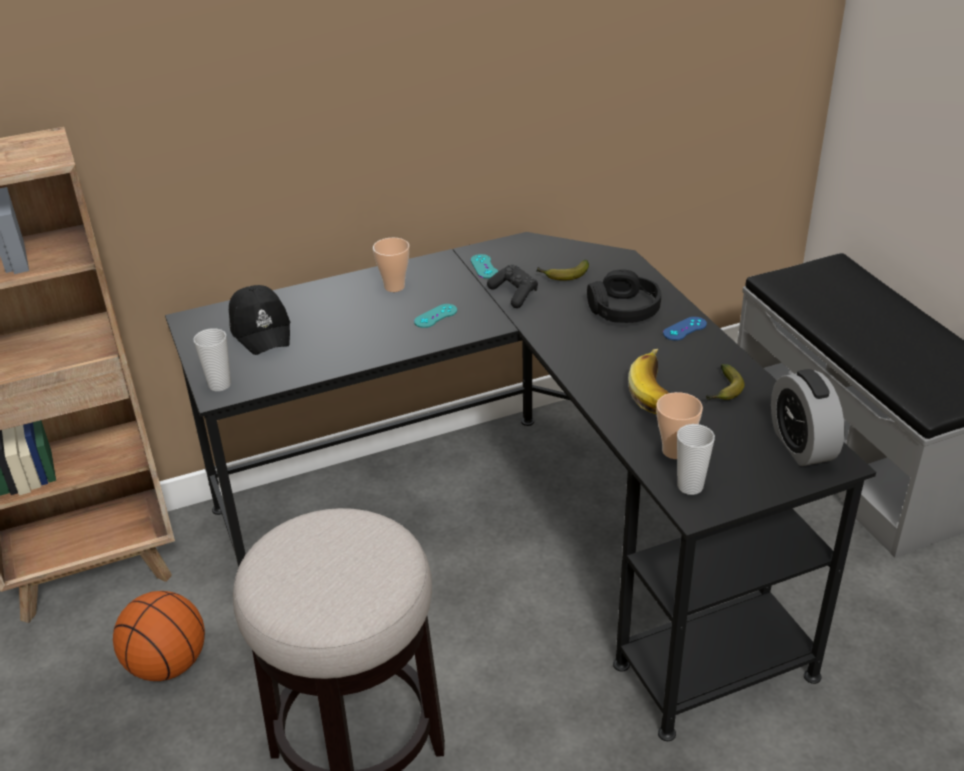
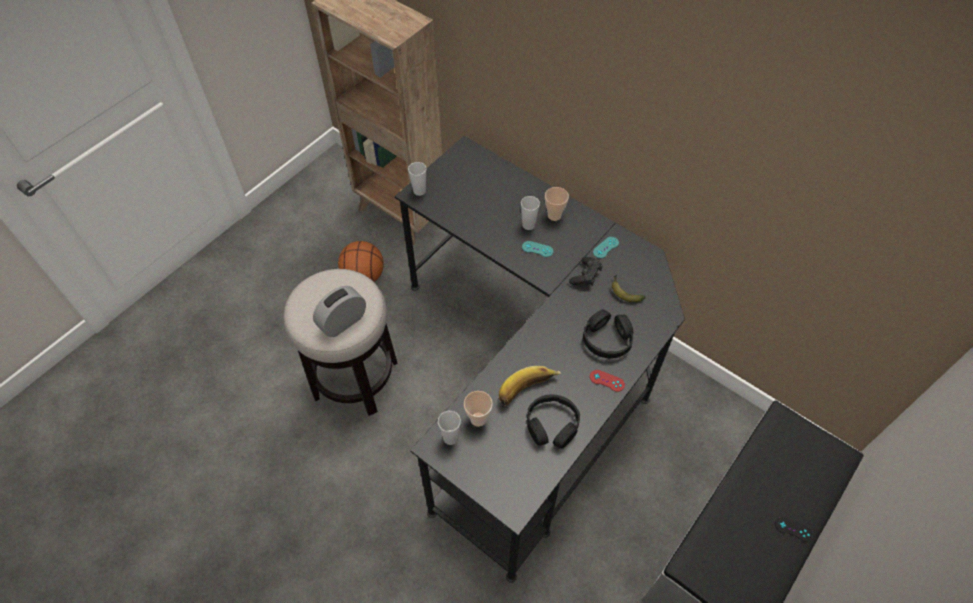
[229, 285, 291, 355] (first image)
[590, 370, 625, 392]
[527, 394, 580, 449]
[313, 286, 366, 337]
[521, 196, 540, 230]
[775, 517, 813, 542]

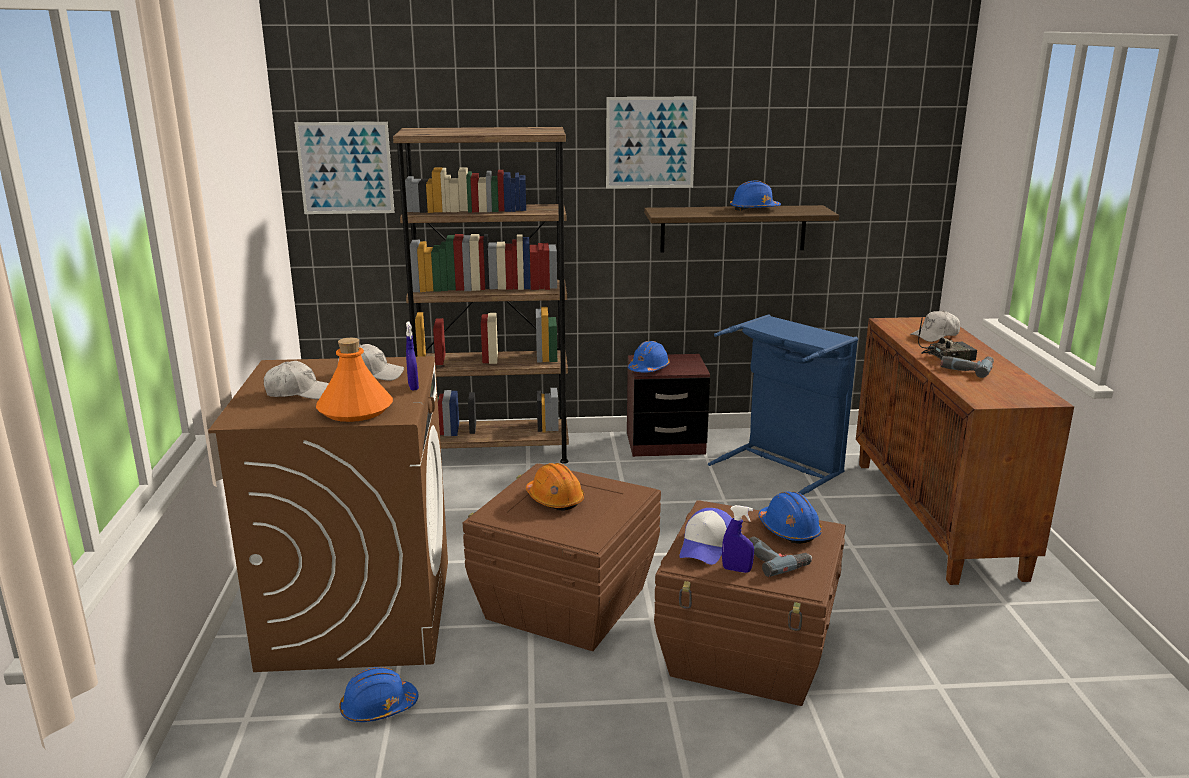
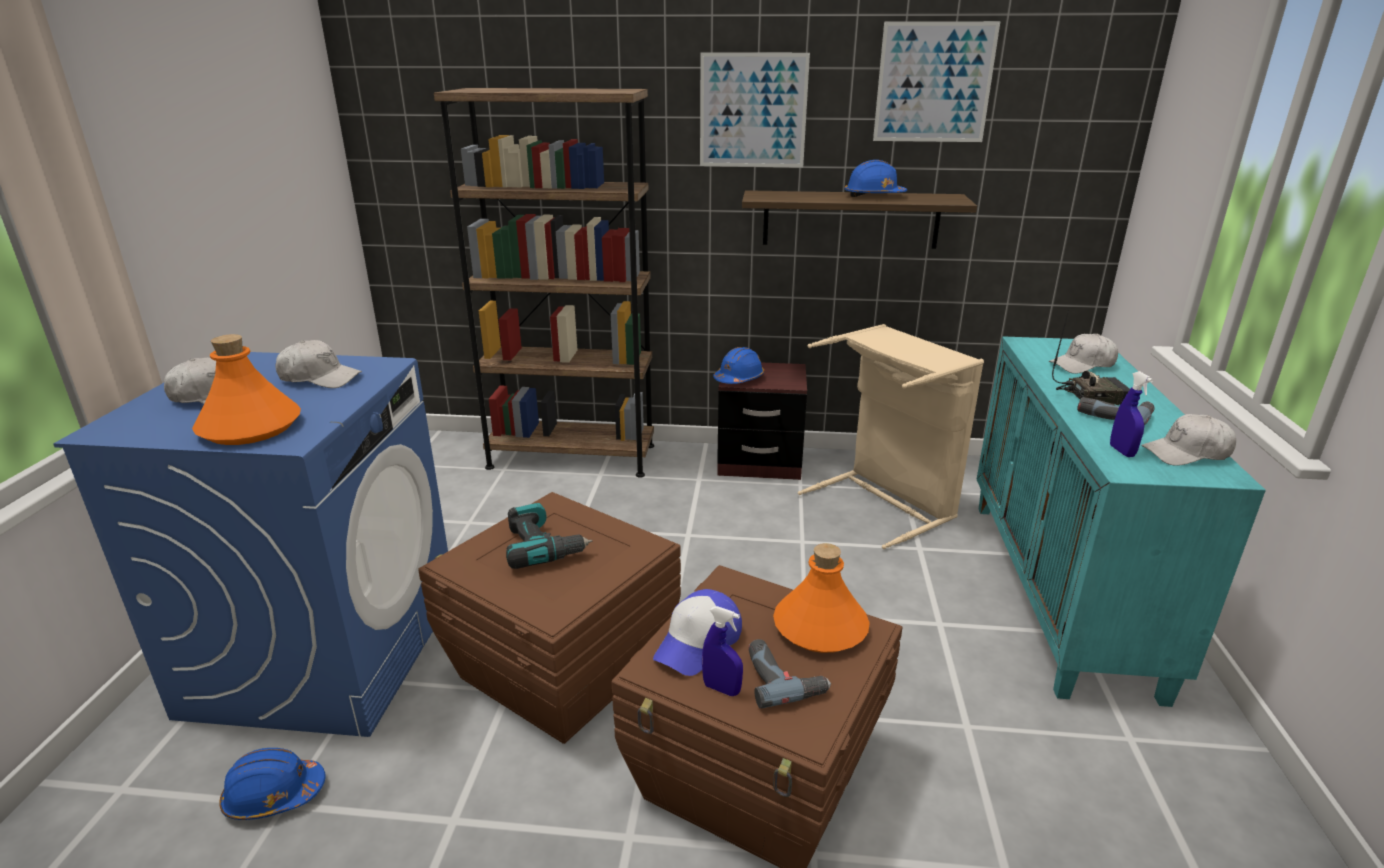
[53, 352, 448, 737]
[873, 21, 1000, 142]
[1110, 371, 1153, 457]
[506, 503, 592, 569]
[798, 324, 984, 549]
[773, 543, 870, 653]
[976, 336, 1266, 707]
[1141, 414, 1236, 466]

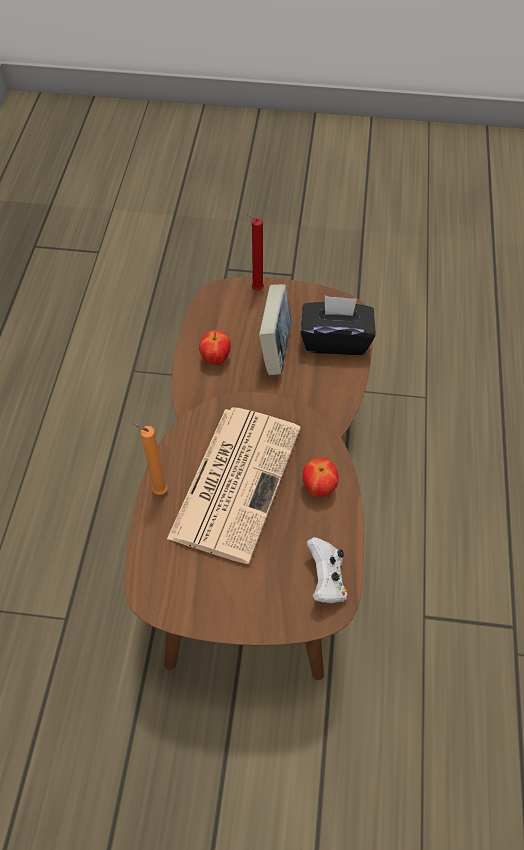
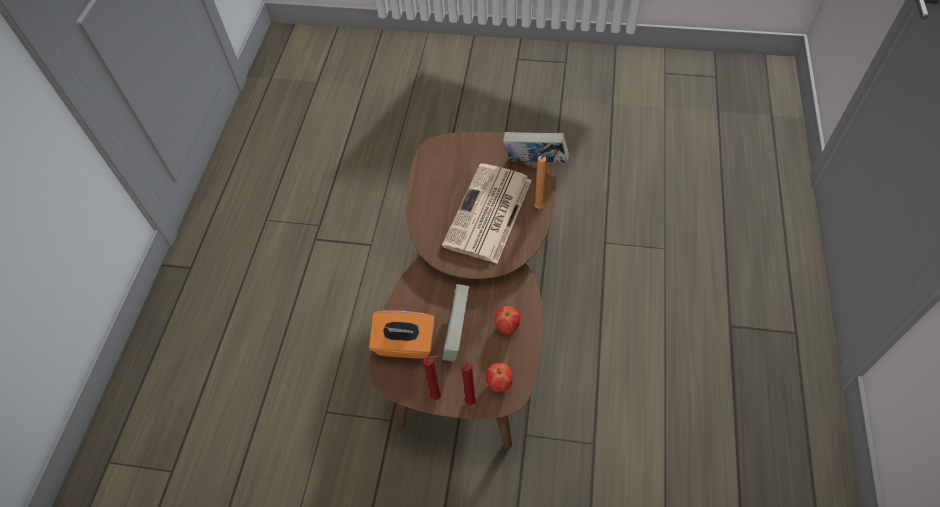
[369, 311, 435, 359]
[486, 363, 513, 392]
[306, 537, 347, 603] (first image)
[423, 356, 441, 400]
[503, 132, 569, 163]

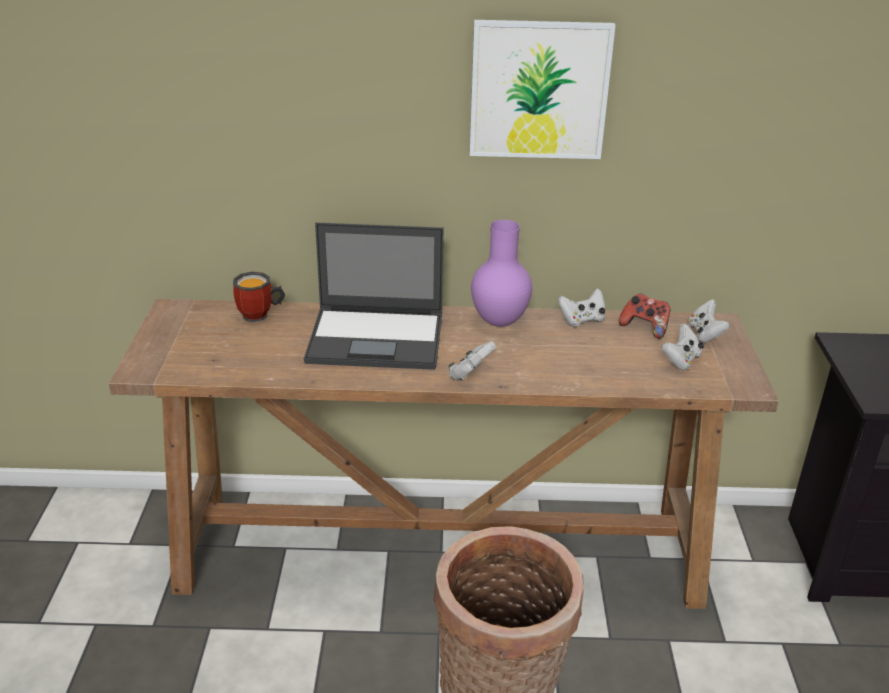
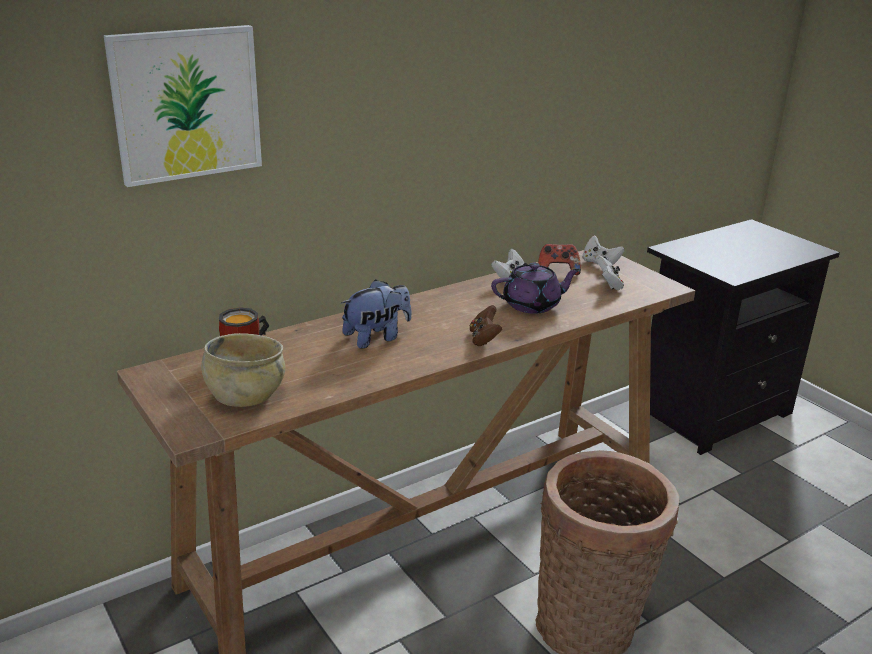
[341, 279, 411, 349]
[470, 305, 502, 346]
[104, 25, 262, 187]
[471, 220, 532, 327] (first image)
[201, 333, 285, 407]
[491, 263, 581, 314]

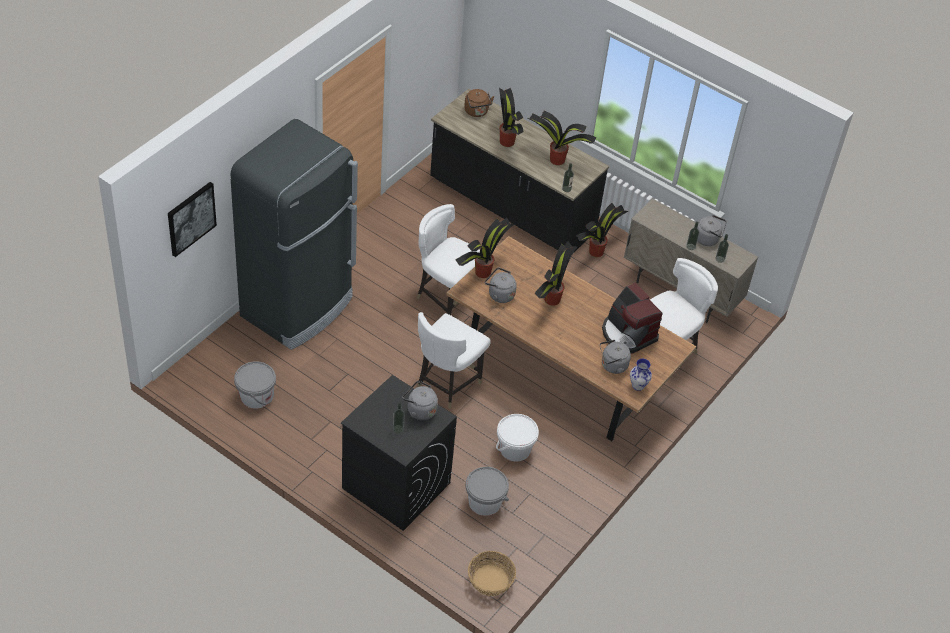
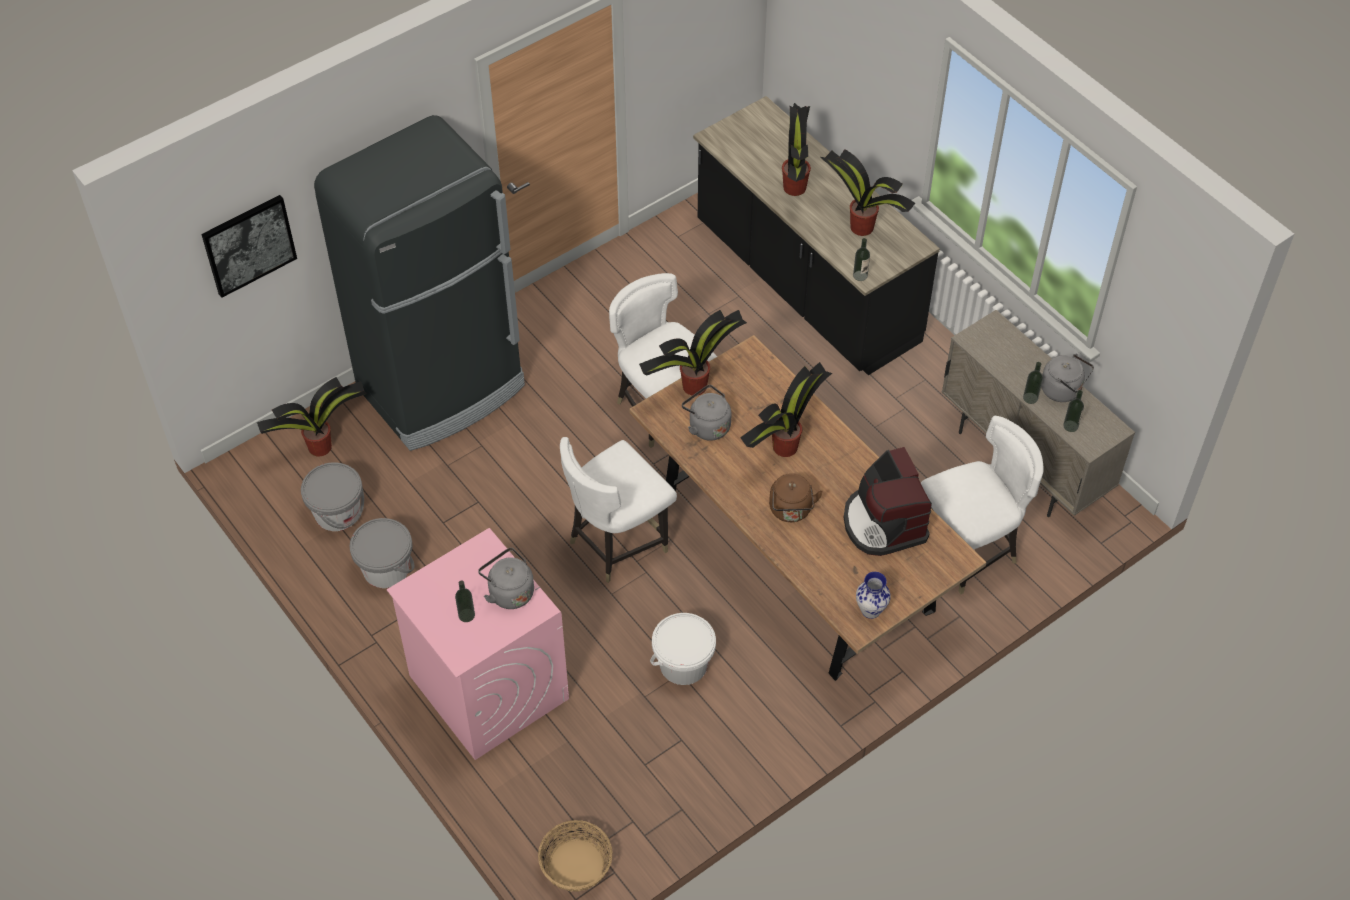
[387, 528, 569, 760]
[769, 473, 823, 522]
[350, 518, 415, 588]
[257, 377, 366, 457]
[600, 340, 631, 374] (first image)

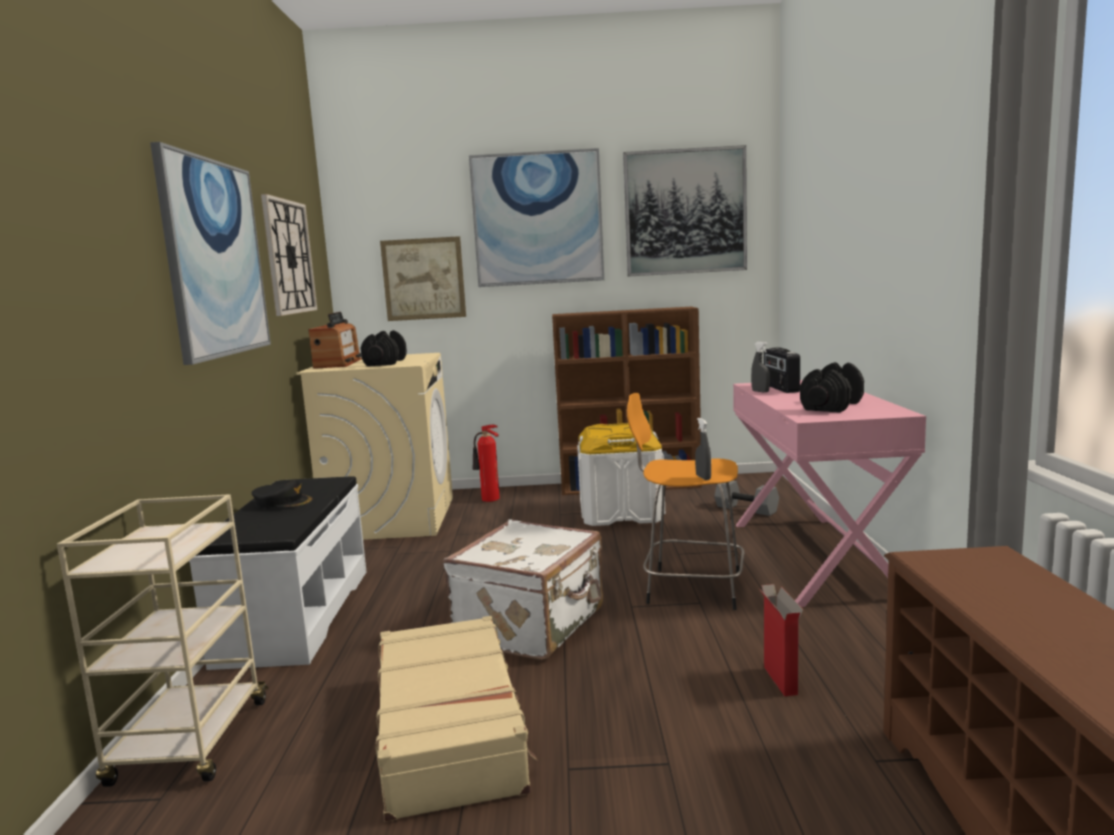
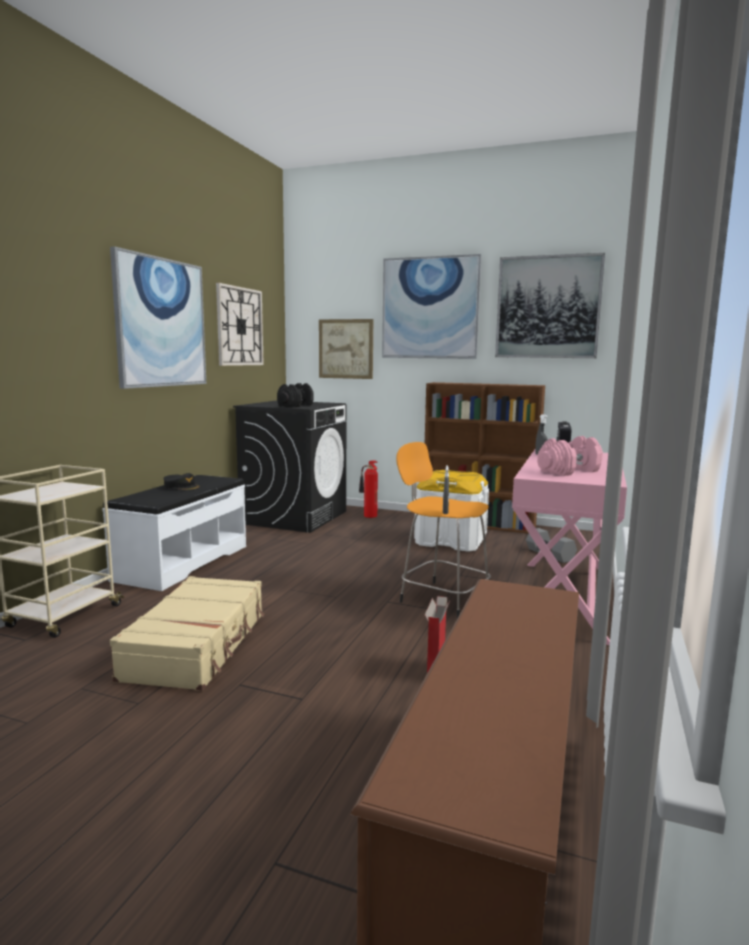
[233, 400, 347, 533]
[308, 312, 362, 369] (first image)
[443, 520, 603, 660] (first image)
[537, 436, 603, 476]

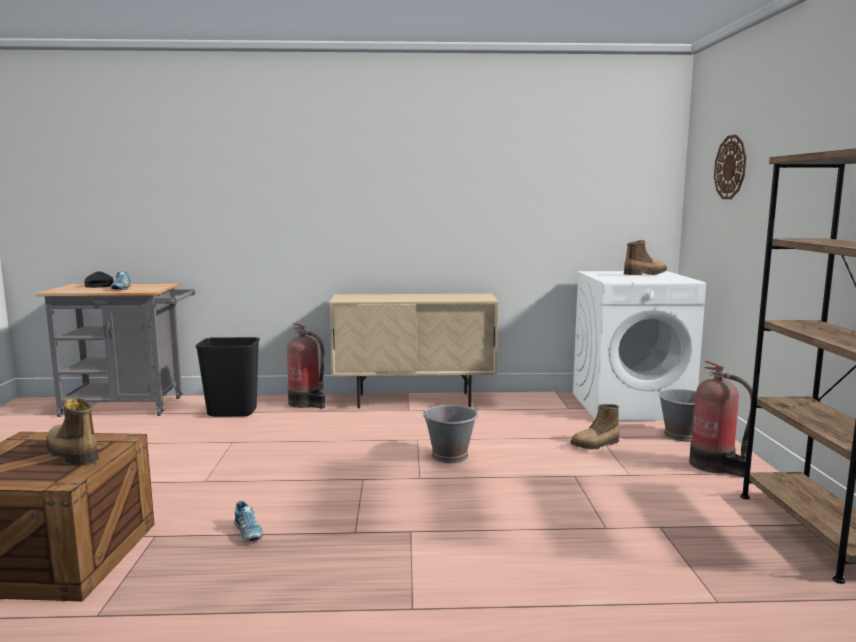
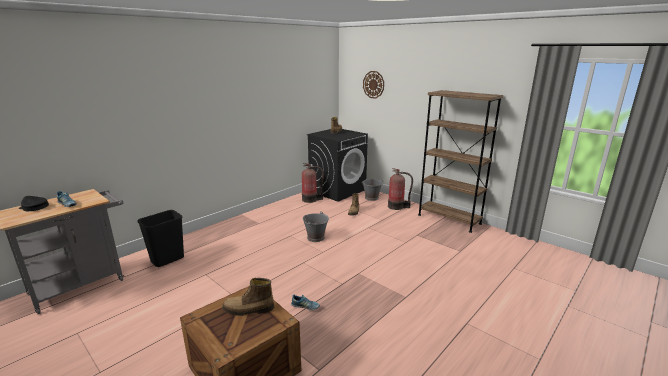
[302, 163, 324, 203]
[329, 294, 499, 409] (first image)
[307, 129, 368, 202]

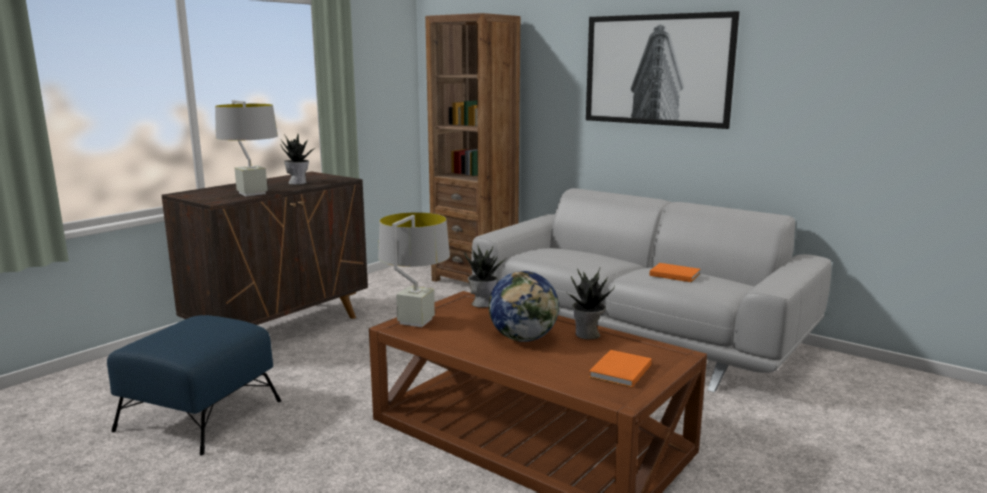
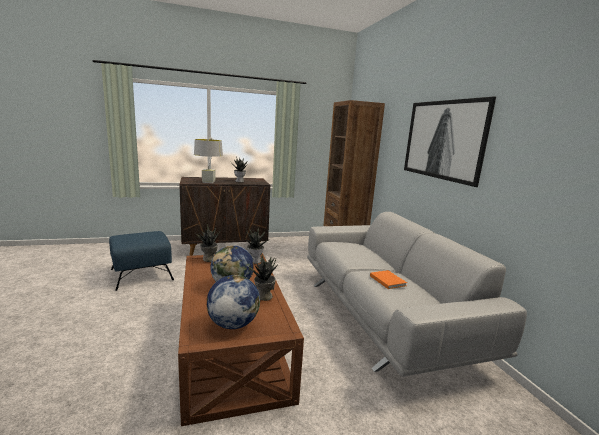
[195, 224, 221, 262]
[206, 275, 260, 329]

